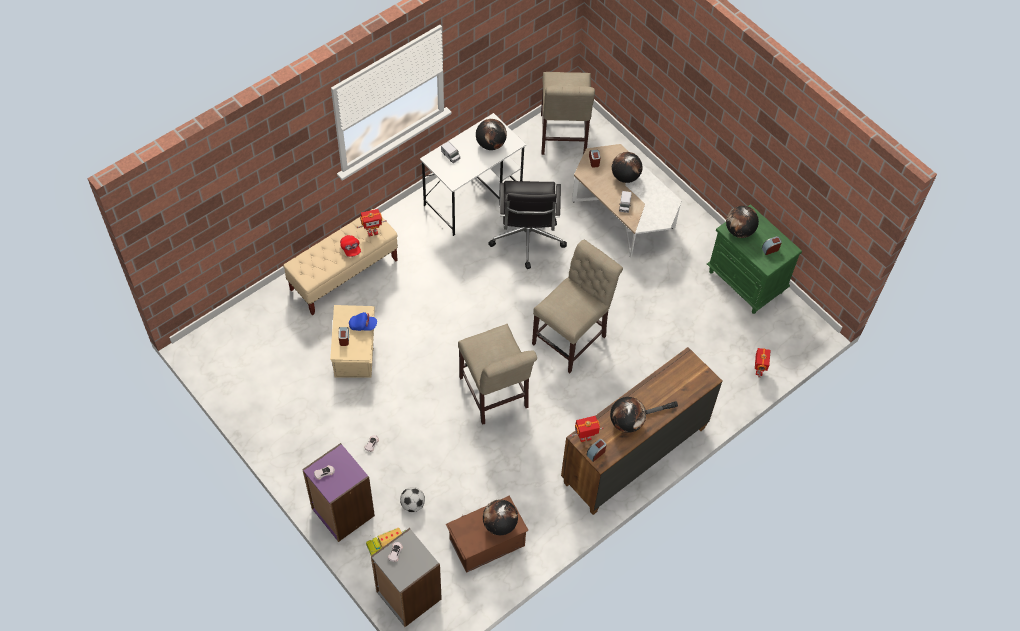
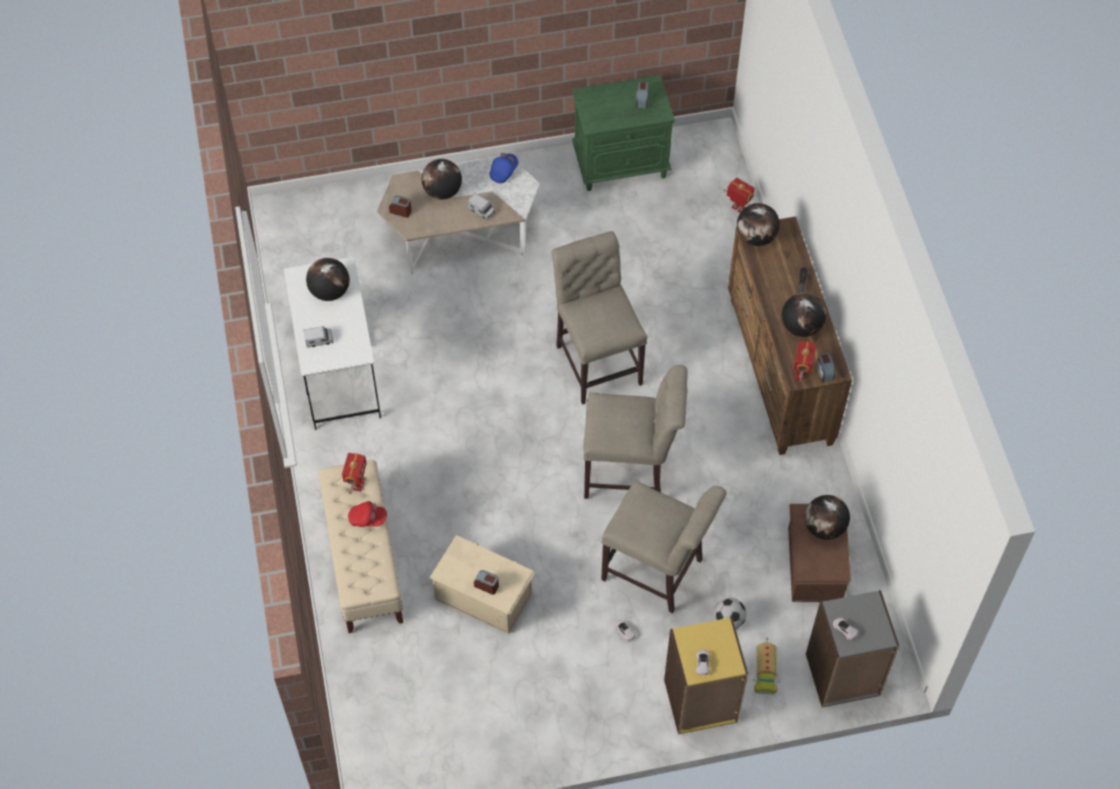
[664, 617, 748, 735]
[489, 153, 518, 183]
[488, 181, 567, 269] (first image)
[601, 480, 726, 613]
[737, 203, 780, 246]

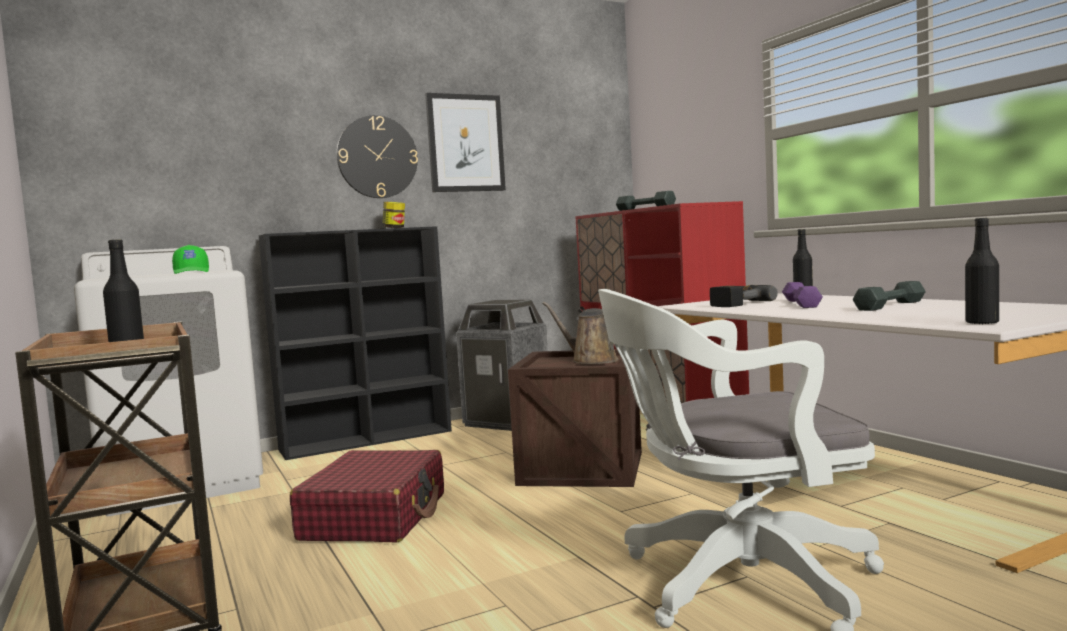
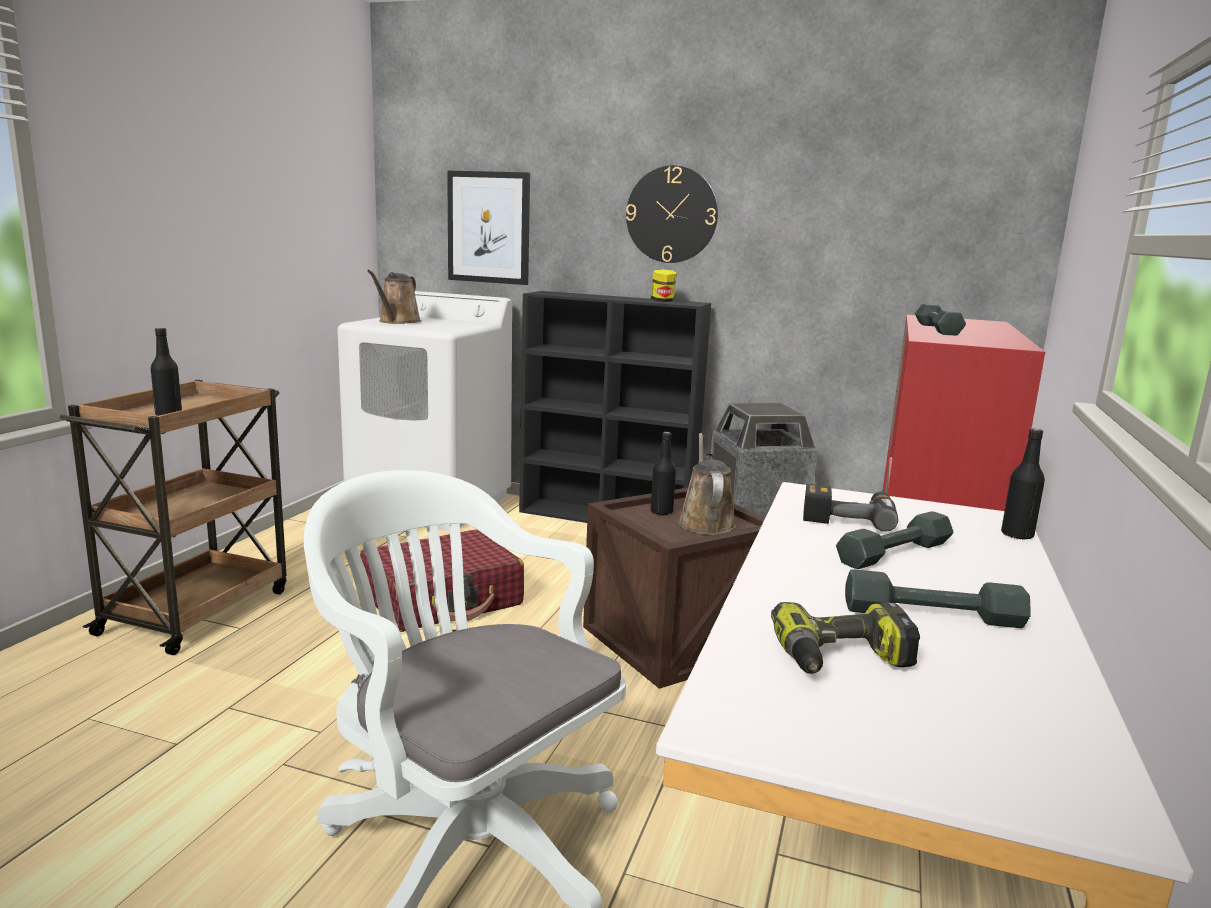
[172, 245, 209, 274] (first image)
[447, 170, 530, 285]
[836, 511, 954, 569]
[651, 432, 676, 515]
[367, 270, 421, 324]
[771, 602, 920, 674]

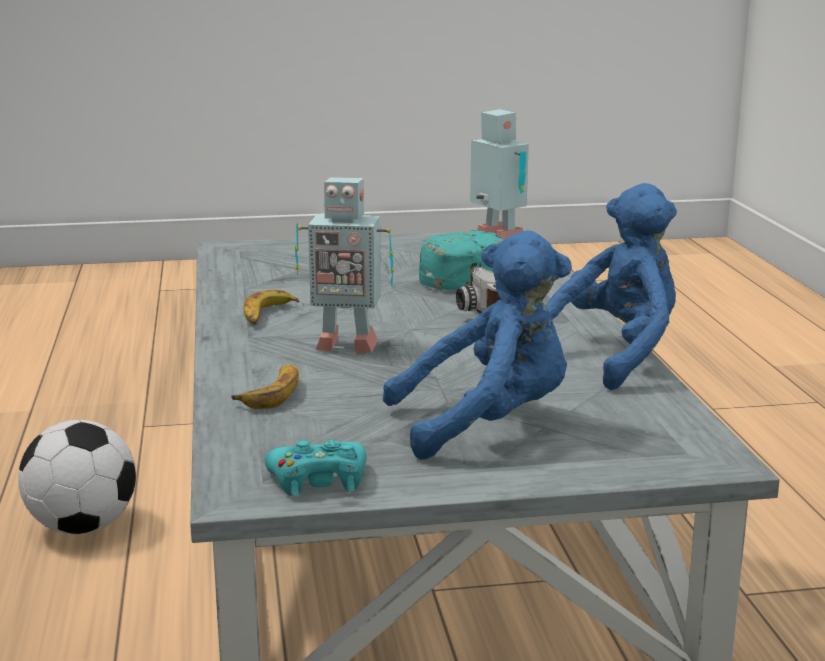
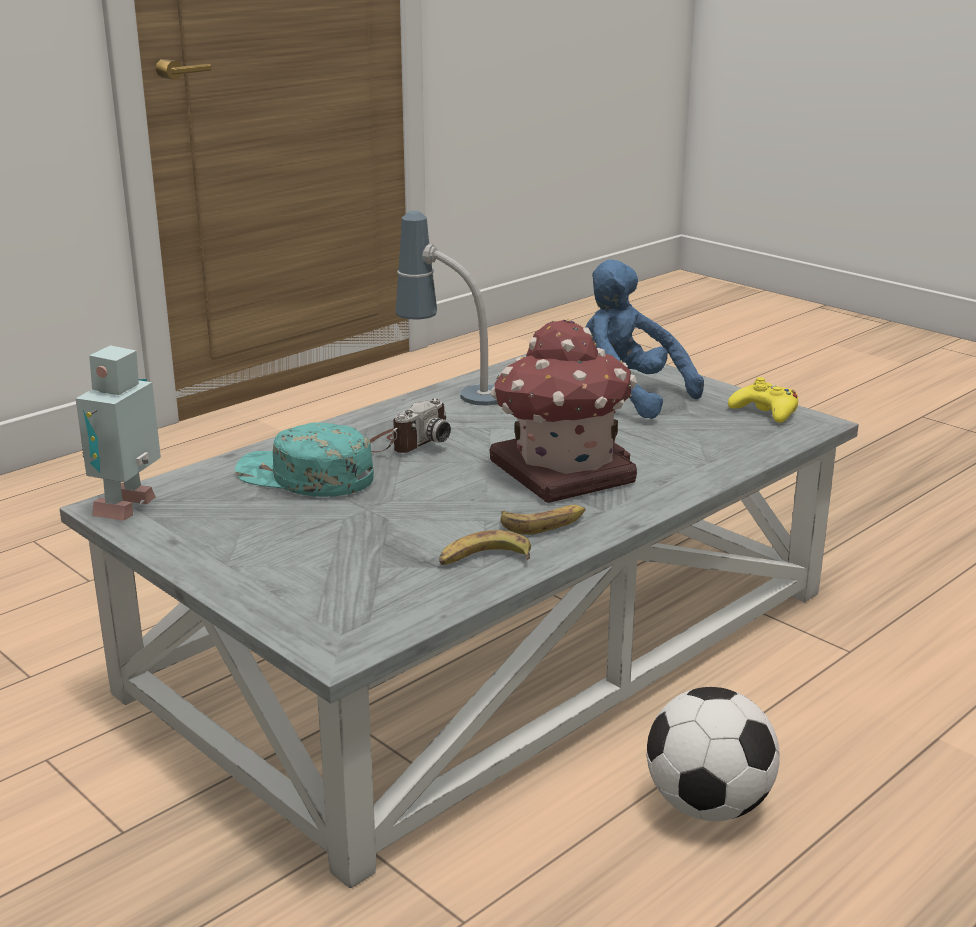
[439, 530, 531, 565]
[728, 377, 798, 423]
[489, 318, 637, 503]
[395, 211, 498, 406]

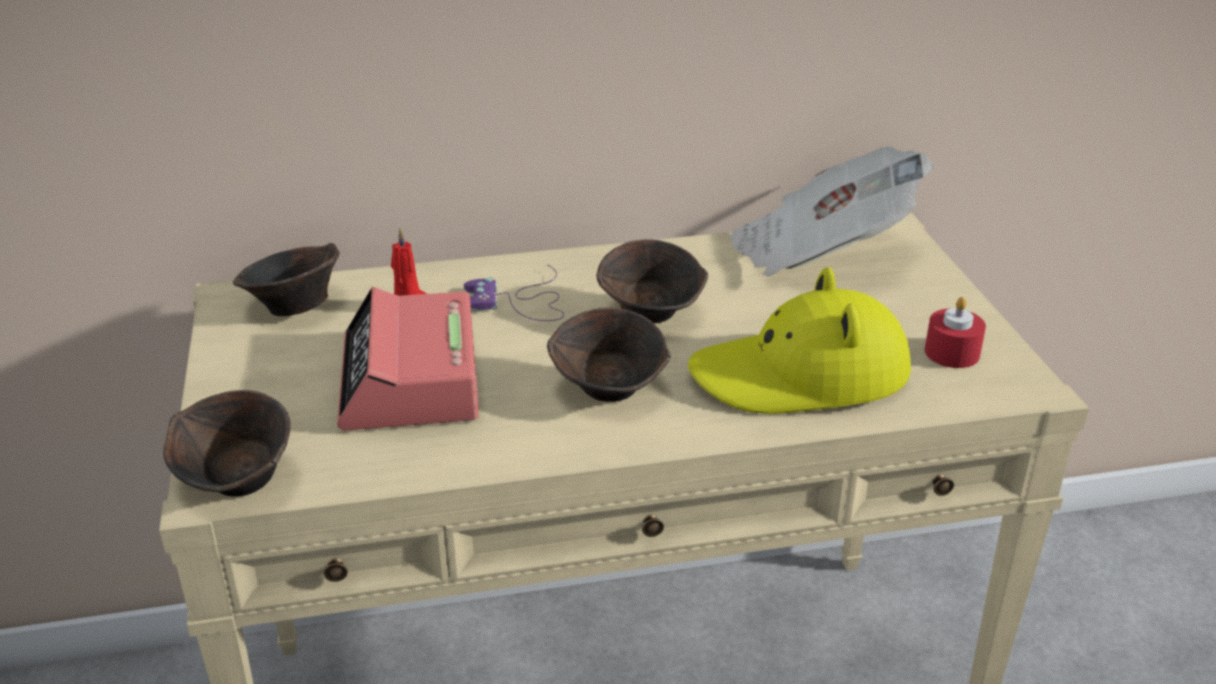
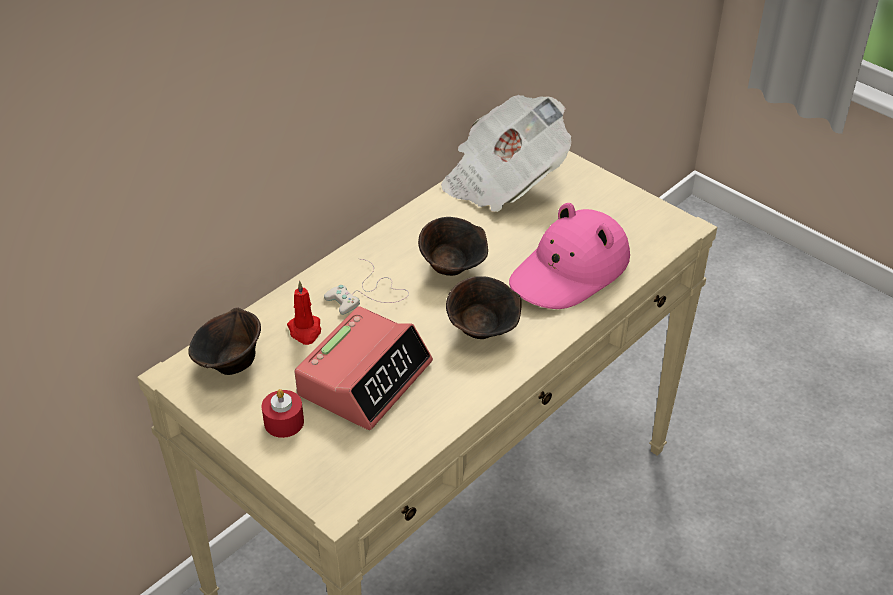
[163, 390, 291, 497] (first image)
[294, 306, 433, 430]
[324, 259, 409, 315]
[509, 203, 630, 309]
[262, 389, 304, 438]

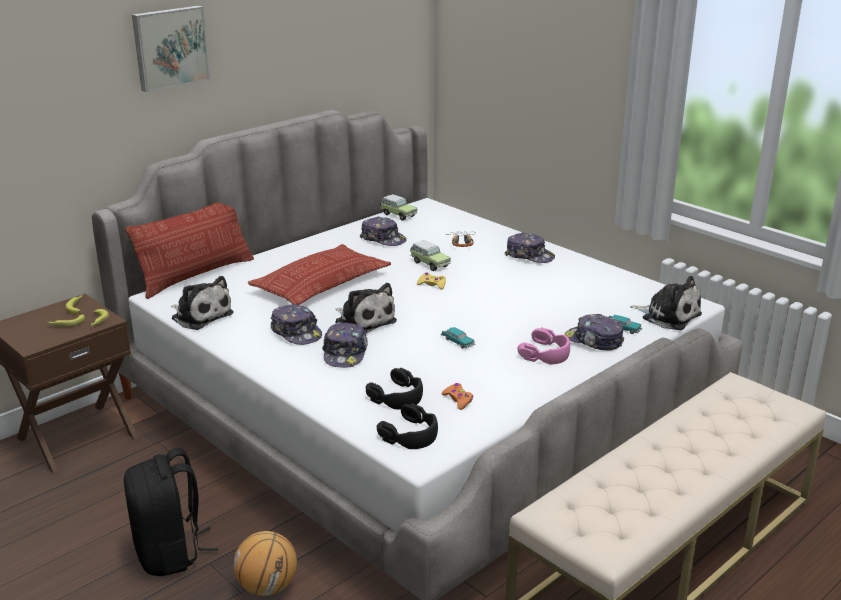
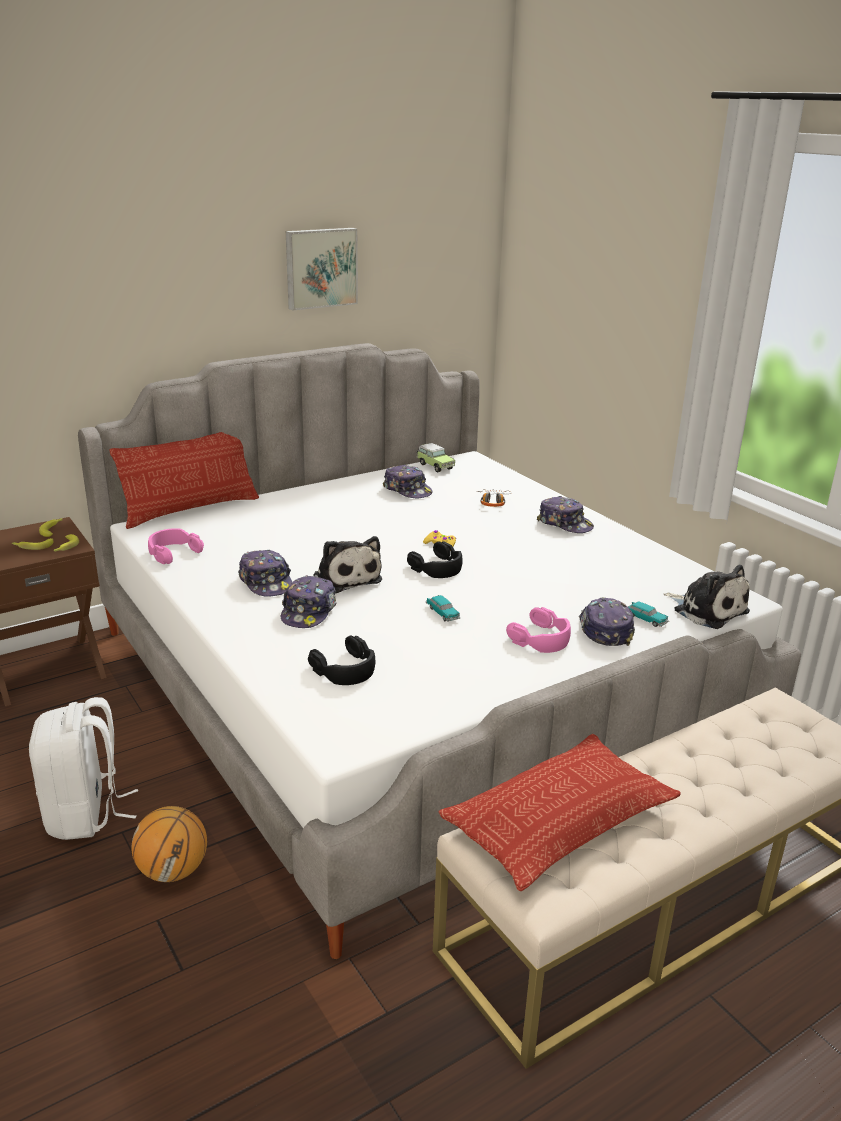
[29, 697, 138, 840]
[286, 228, 358, 311]
[148, 528, 204, 564]
[439, 734, 681, 891]
[407, 541, 463, 578]
[410, 240, 451, 271] (first image)
[442, 383, 473, 410] (first image)
[579, 598, 635, 646]

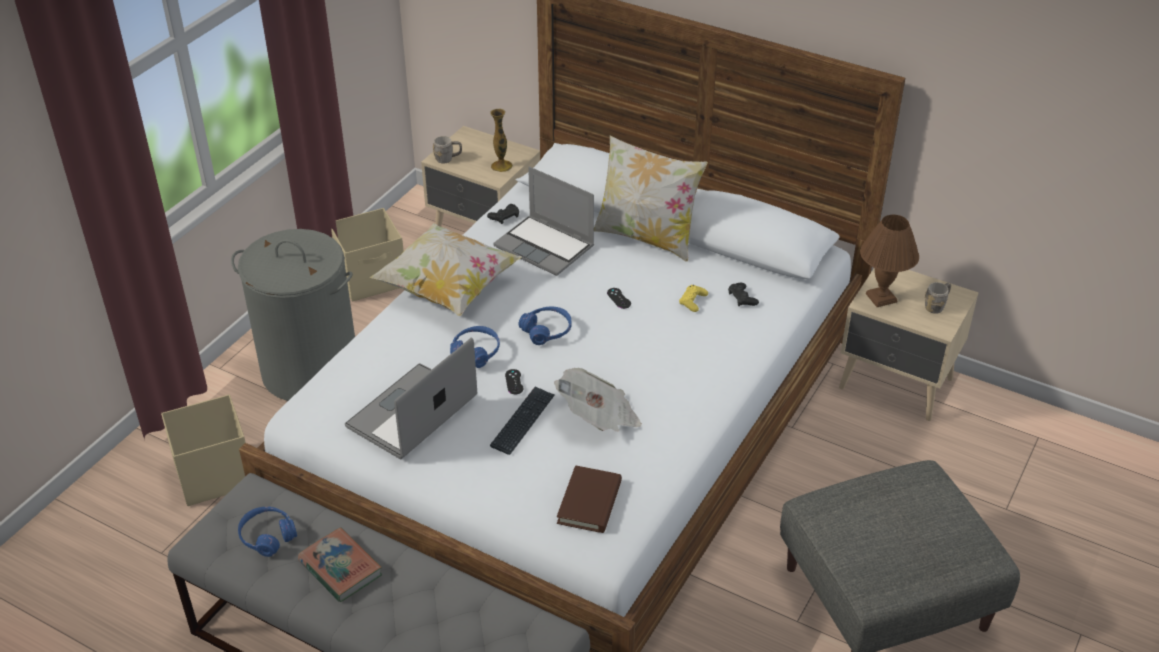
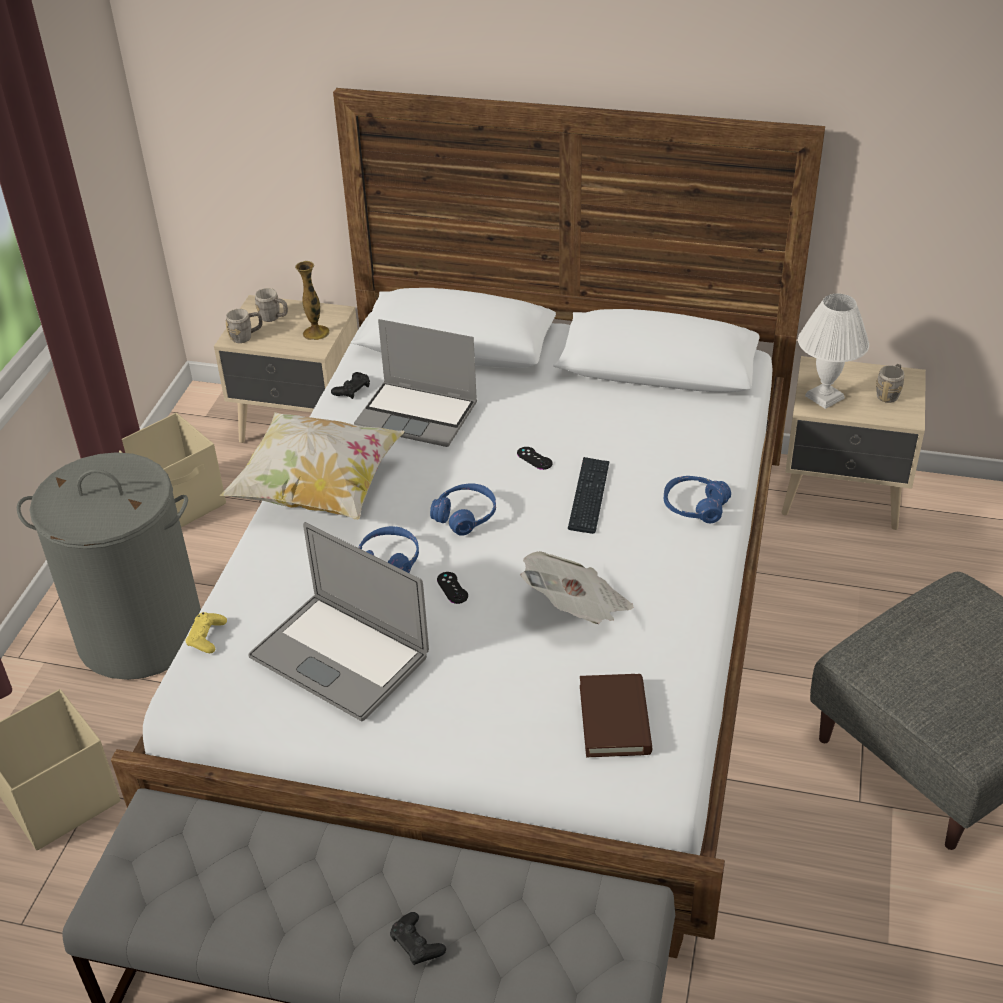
[664, 476, 731, 523]
[298, 527, 382, 602] (first image)
[248, 522, 429, 721]
[568, 457, 610, 534]
[594, 136, 708, 262] (first image)
[185, 612, 227, 653]
[390, 912, 446, 965]
[798, 294, 869, 409]
[255, 288, 288, 322]

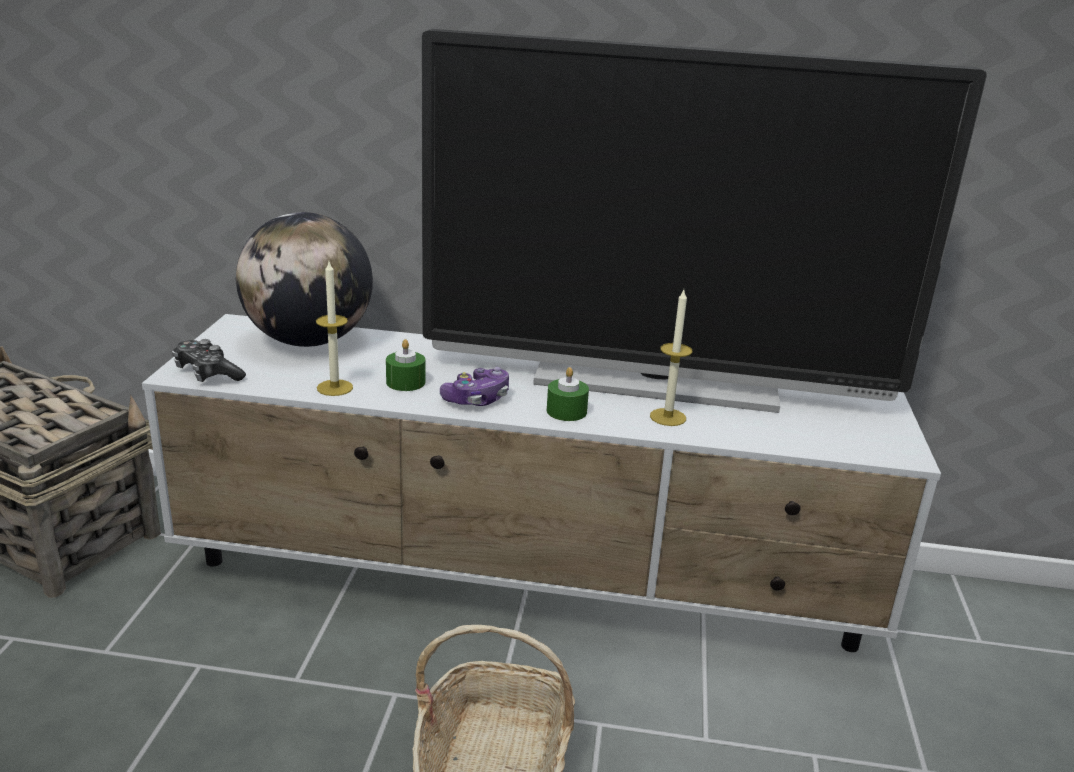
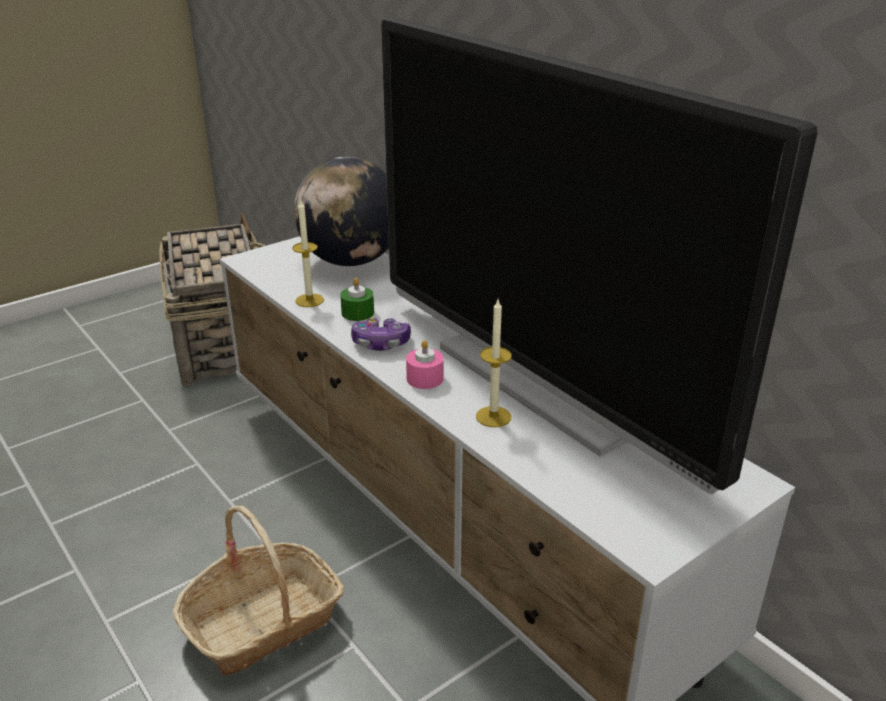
[172, 339, 246, 382] (first image)
[406, 340, 444, 389]

